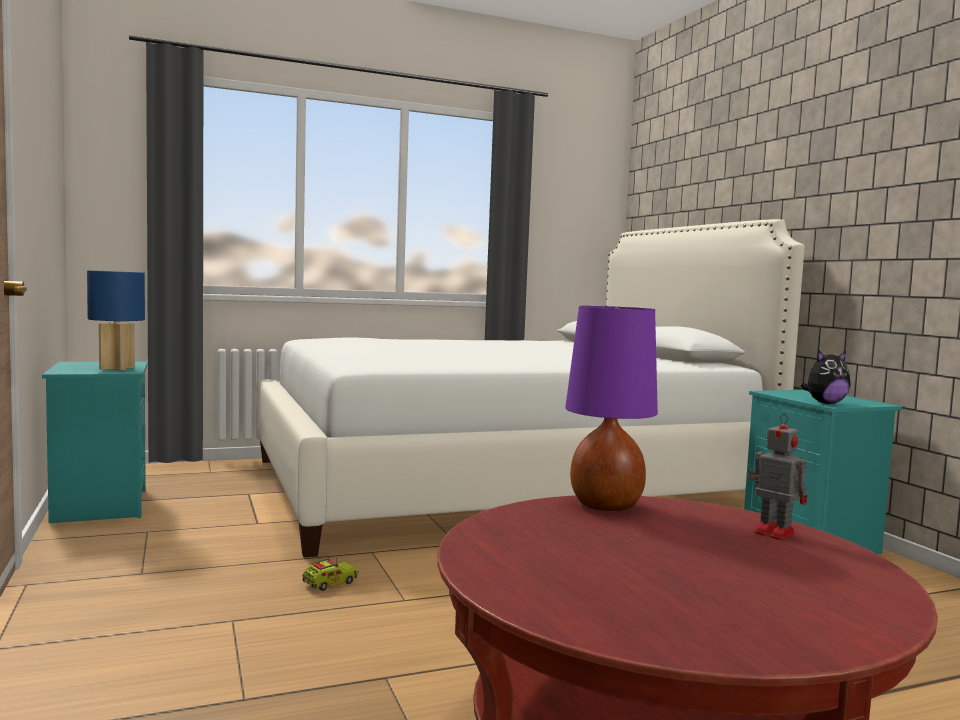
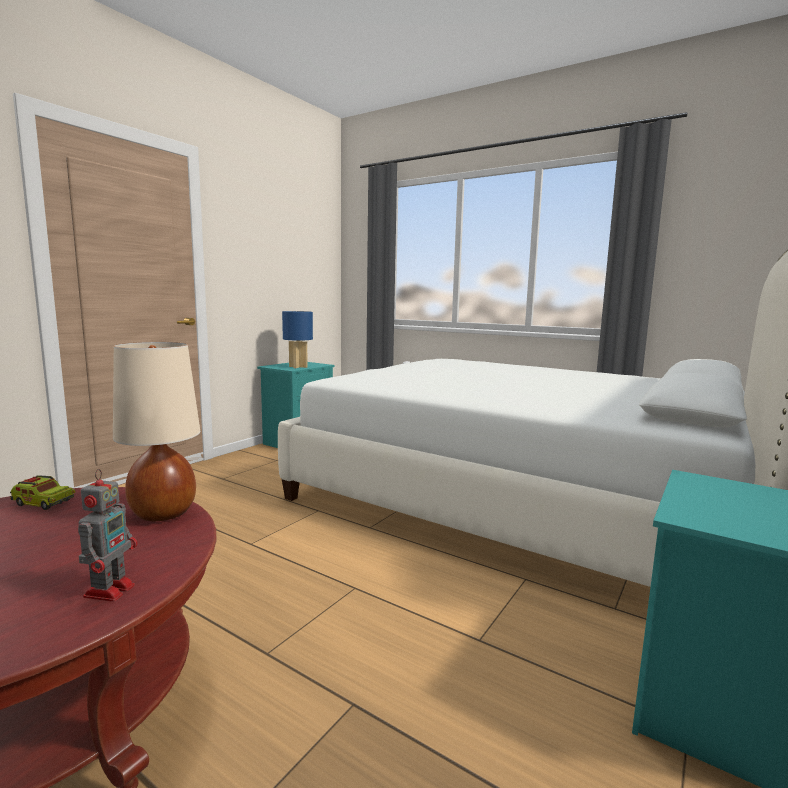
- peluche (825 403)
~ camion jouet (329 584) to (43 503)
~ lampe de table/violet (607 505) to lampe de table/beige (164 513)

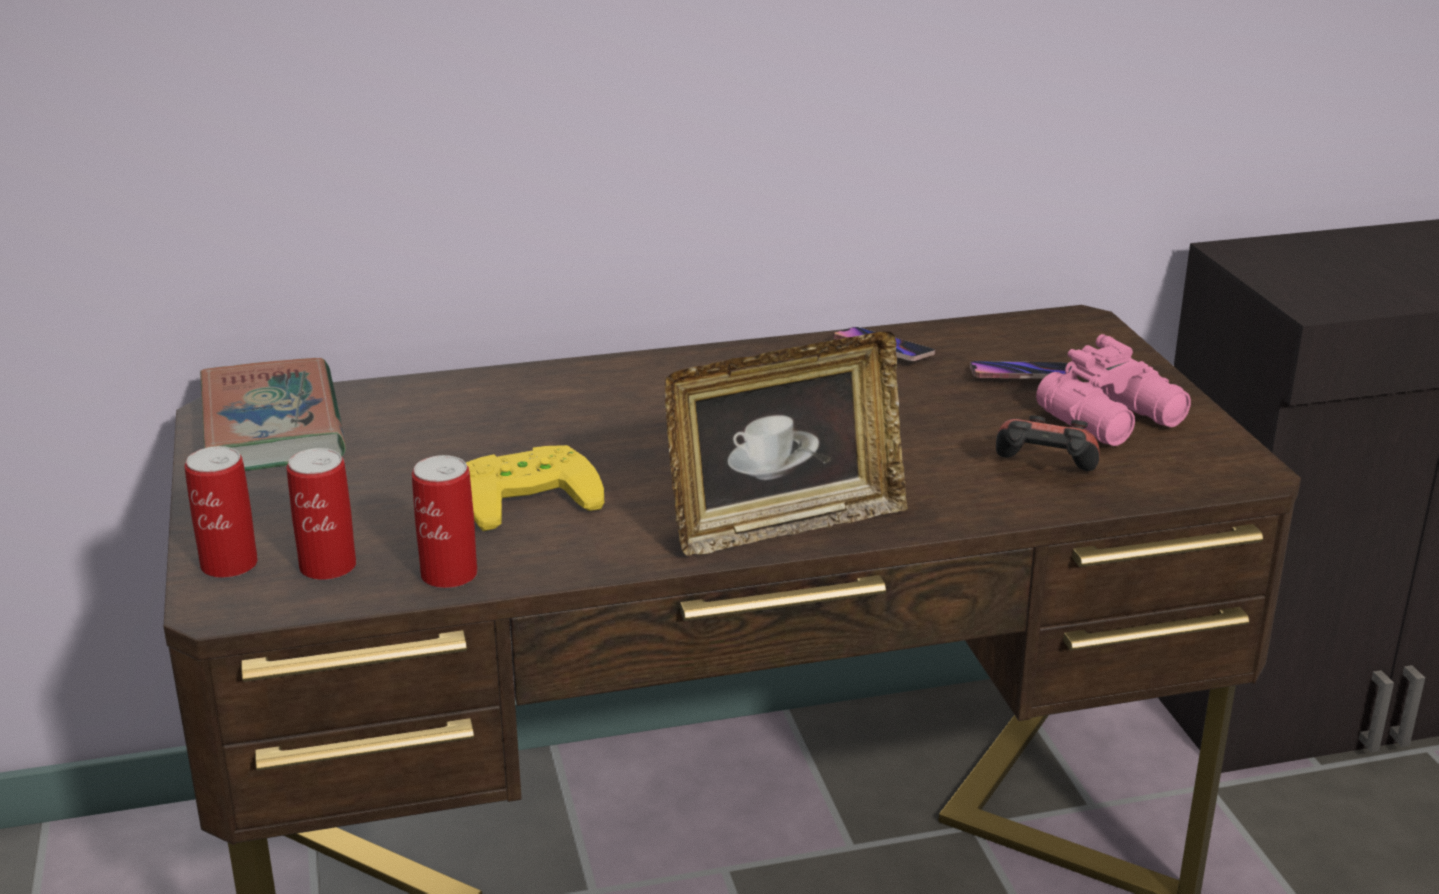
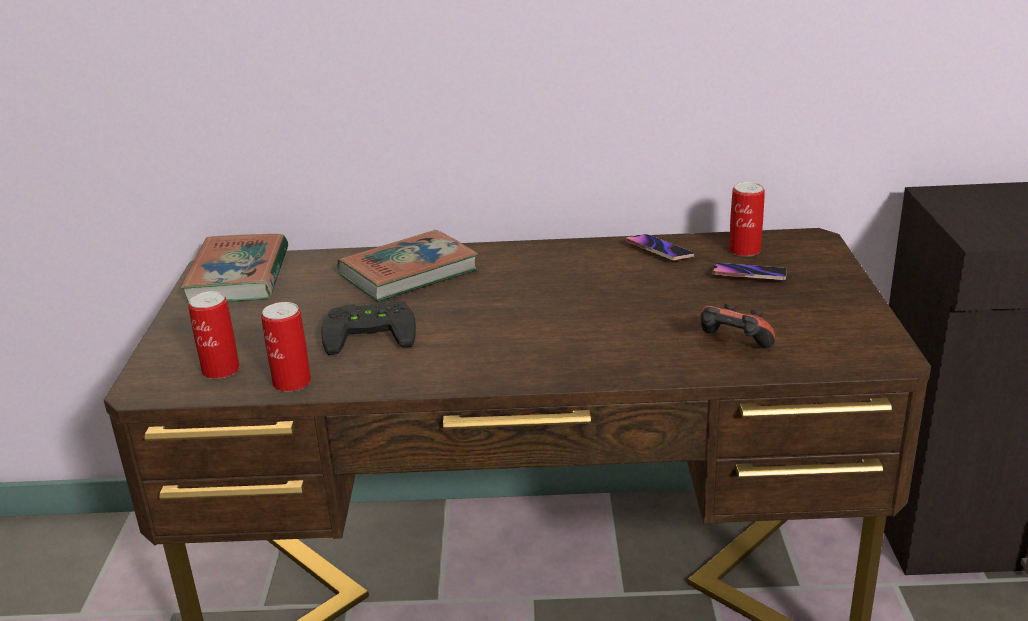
- cadre photo (784 523)
- jumelles/rose (1115 419)
+ livre (408 273)
~ boîte métallique (229 565) to (744 250)
~ manette/jaune (527 493) to manette/noir (371 332)

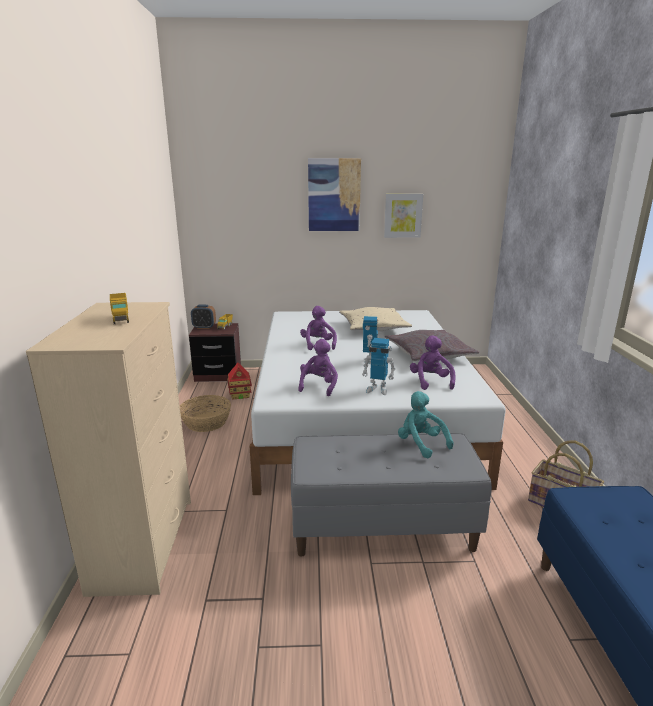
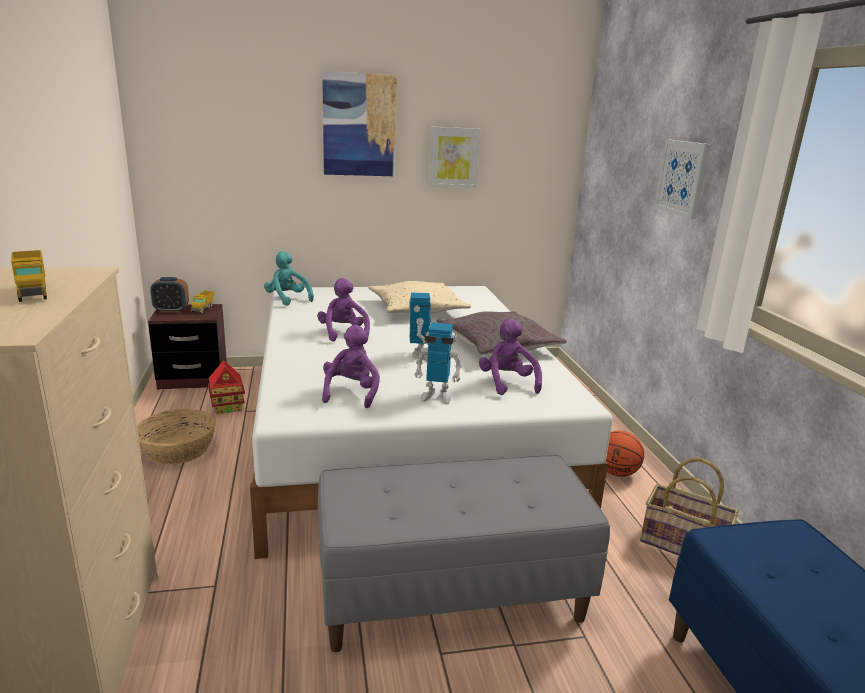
+ ballon de basket (617 472)
+ tableau (682 178)
~ peluche/turquoise (421 444) to (287 299)

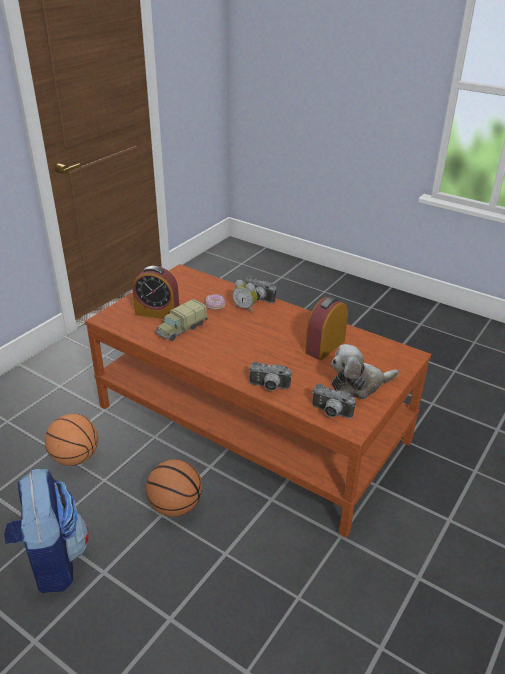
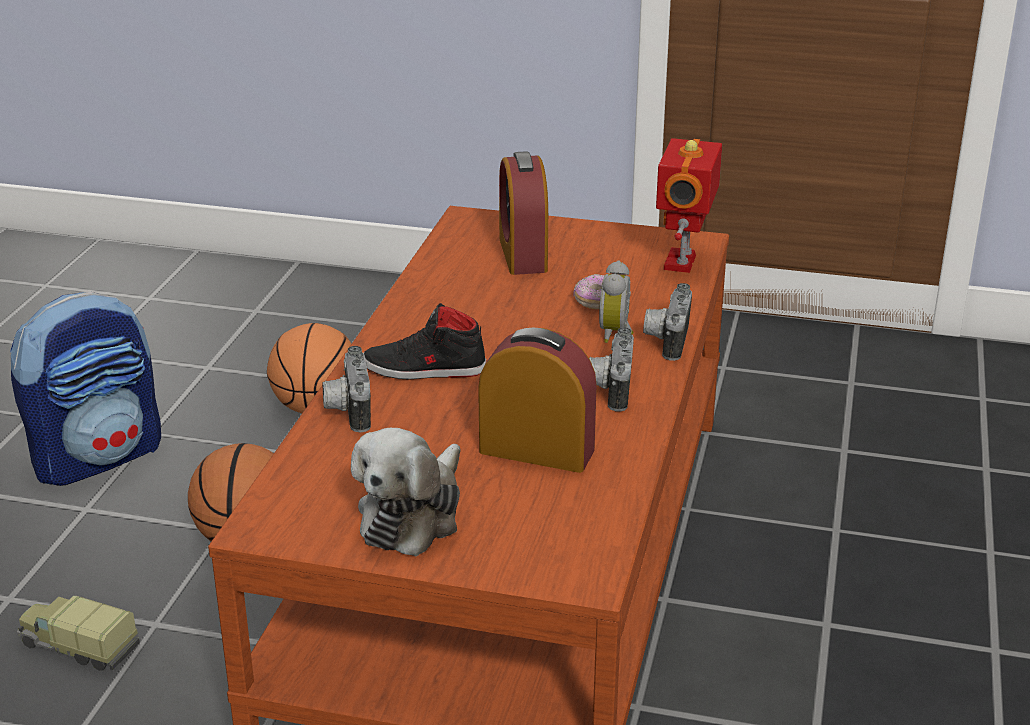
+ chaussure/noir (424 369)
+ robot jouet (683 263)
~ camion jouet (181 329) to (78 647)
~ appareil photo (330 413) to (608 389)
~ peluche (358 385) = (413 515) 120 degrees counterclockwise

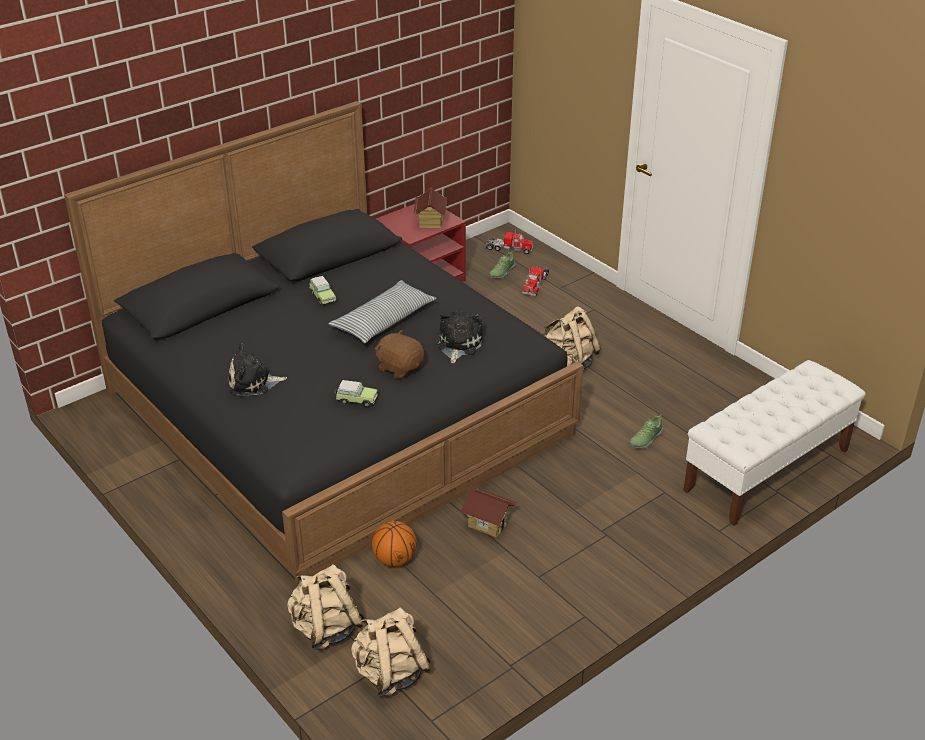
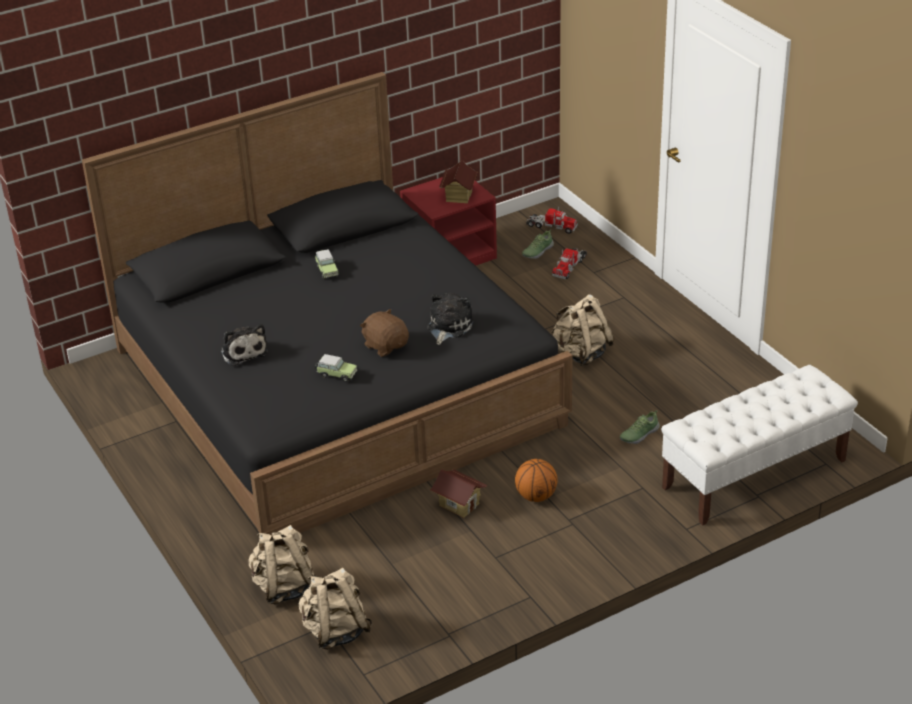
- coussin (384 321)
~ ballon de basket (395 560) to (536 496)
~ peluche (253 383) = (243 351) 120 degrees counterclockwise

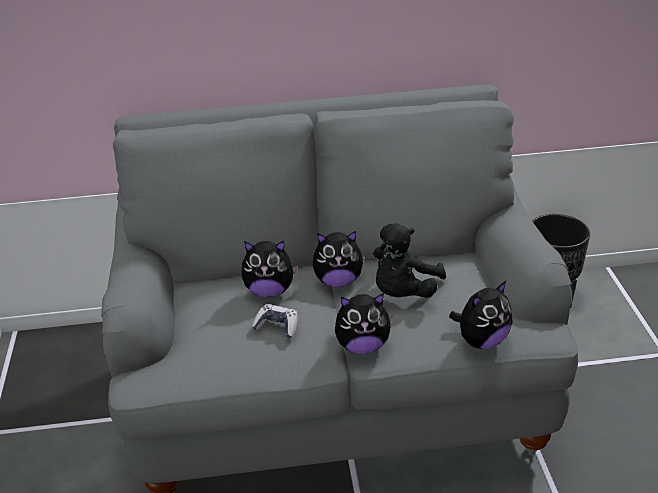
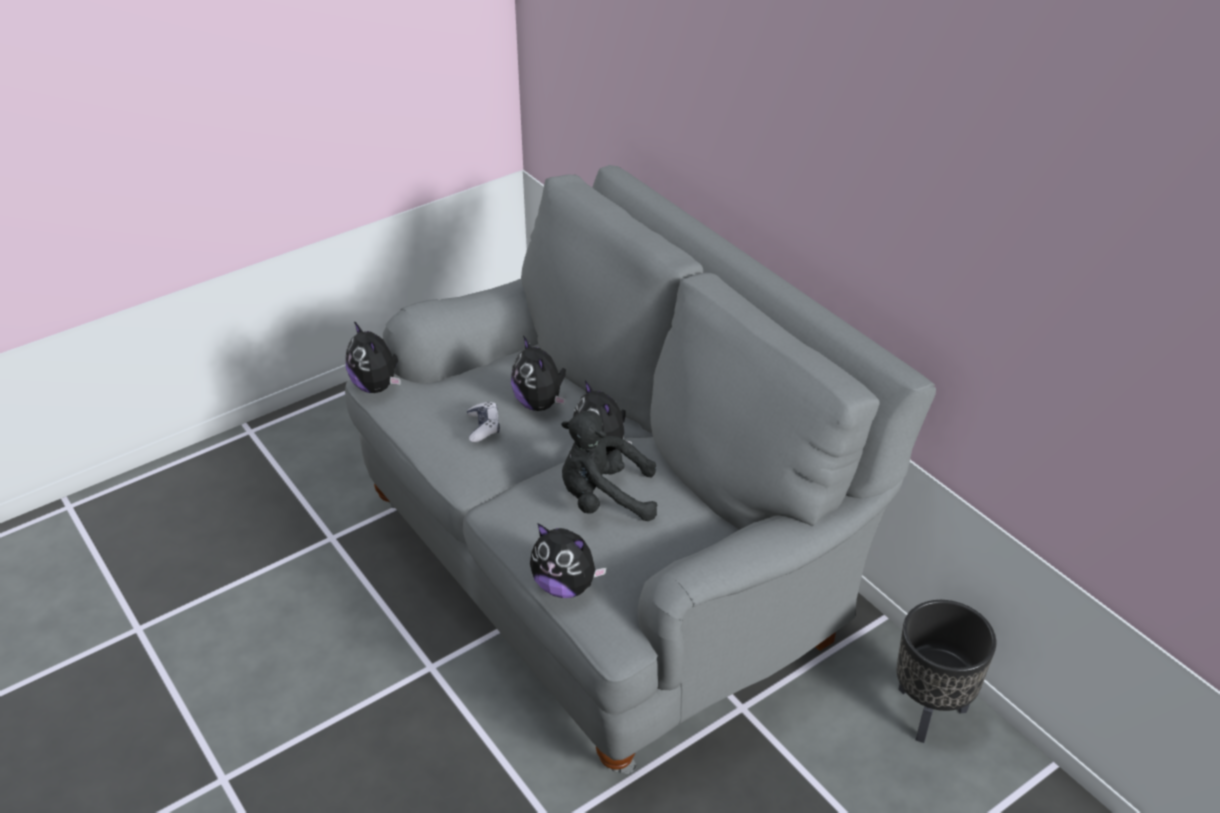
~ peluche (362 346) to (377 386)

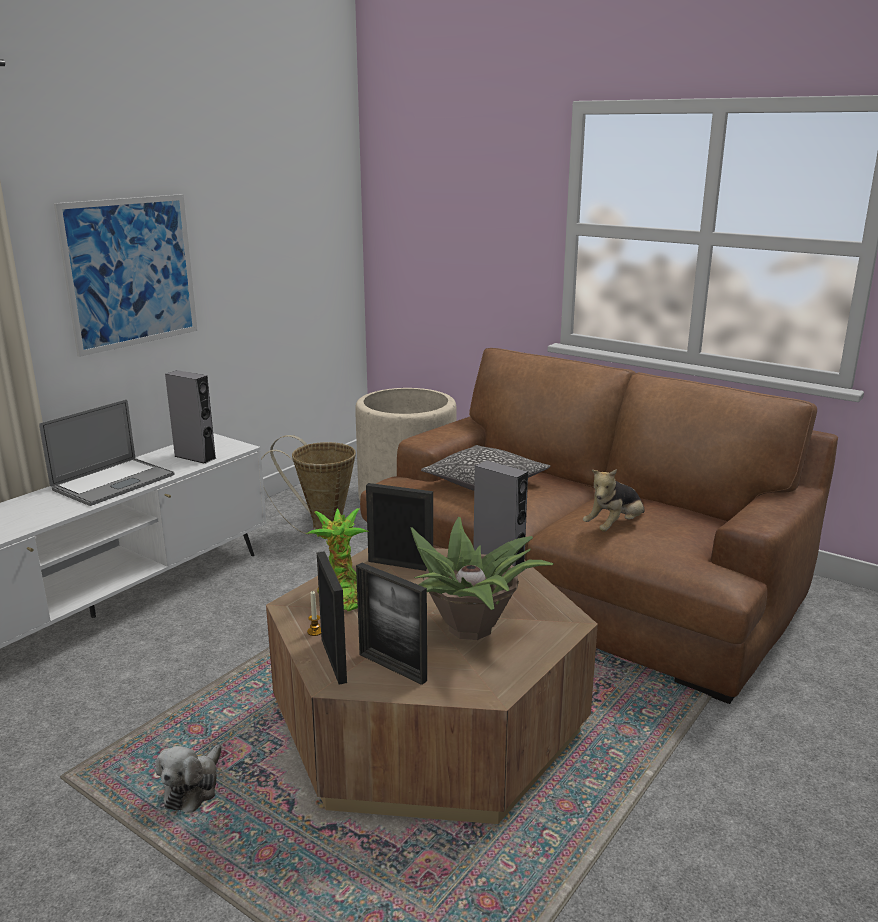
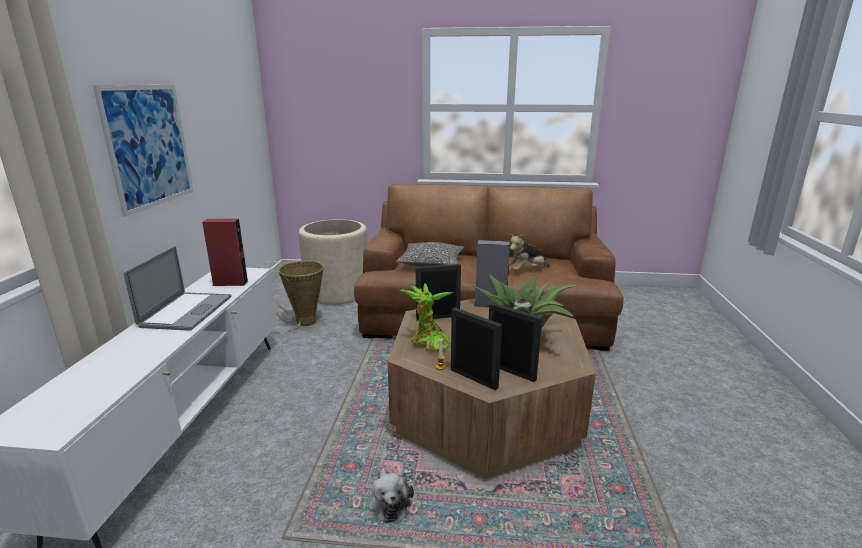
~ enceinte/gris (195 457) to enceinte/rouge (230 283)
~ cadre photo (392 667) = (510 371) 150 degrees counterclockwise
~ peluche (615 527) = (526 271) 45 degrees clockwise

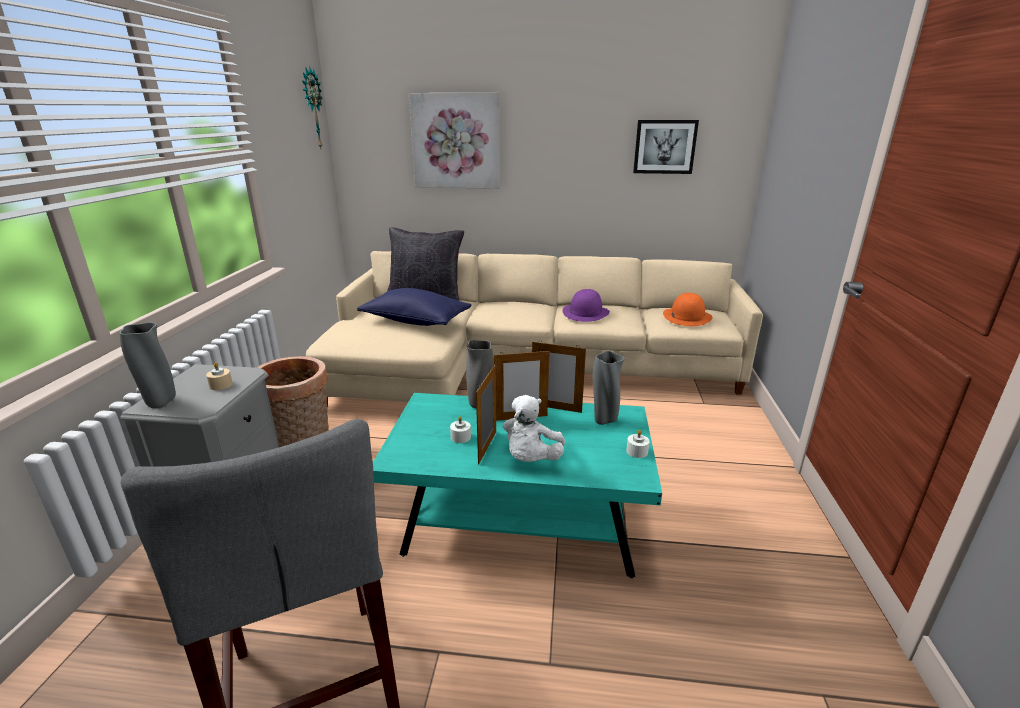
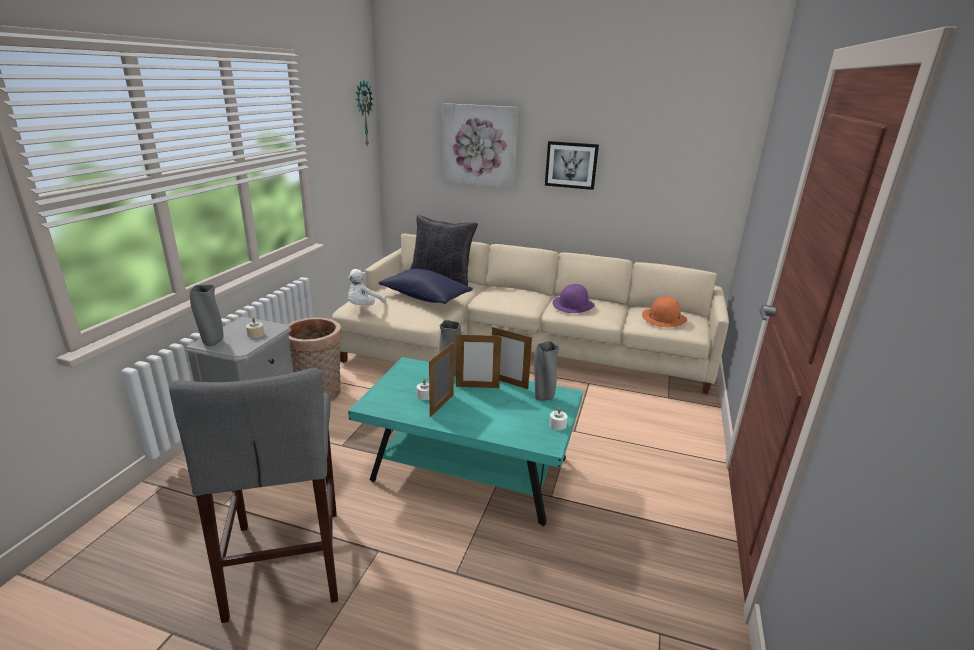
~ peluche/blanc (531 459) to (364 307)
~ tableau (664 147) to (571 165)

